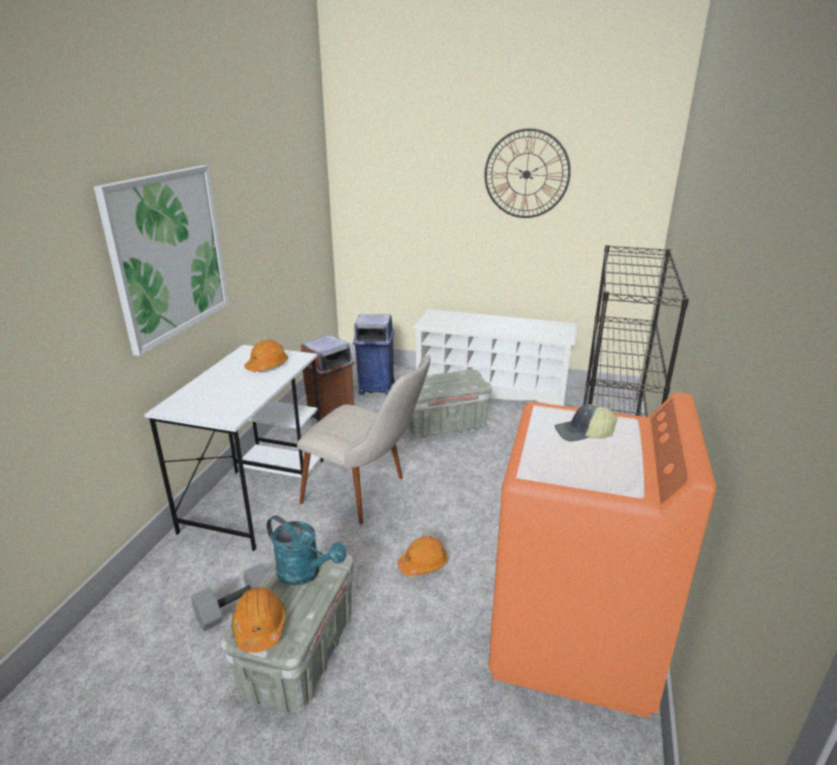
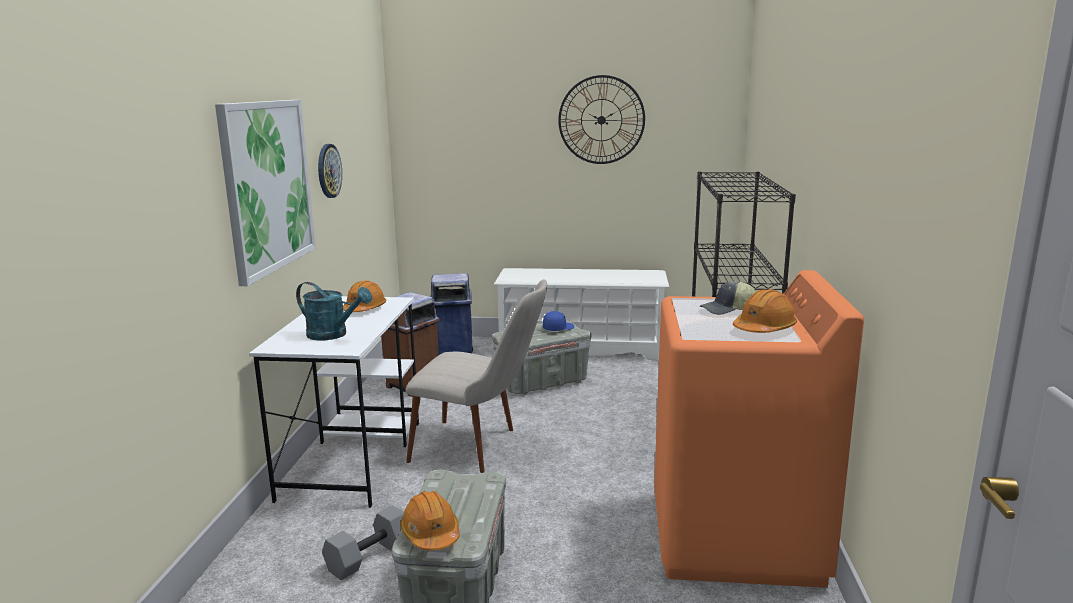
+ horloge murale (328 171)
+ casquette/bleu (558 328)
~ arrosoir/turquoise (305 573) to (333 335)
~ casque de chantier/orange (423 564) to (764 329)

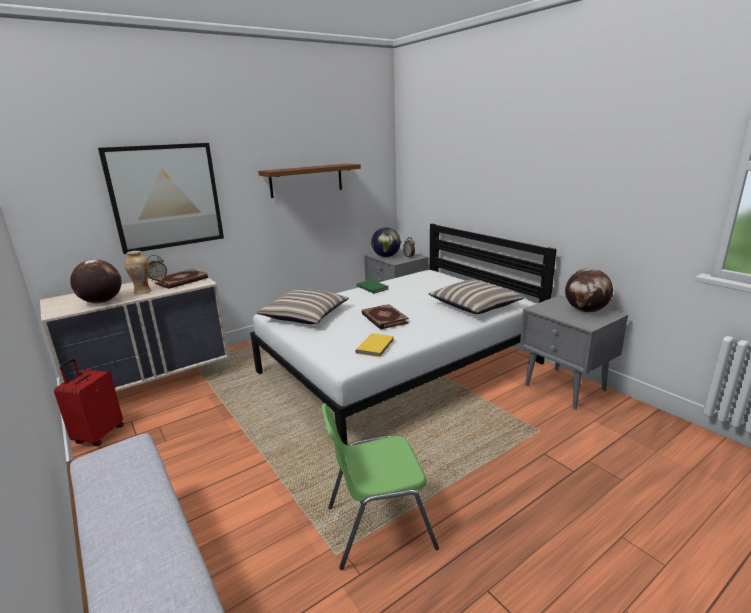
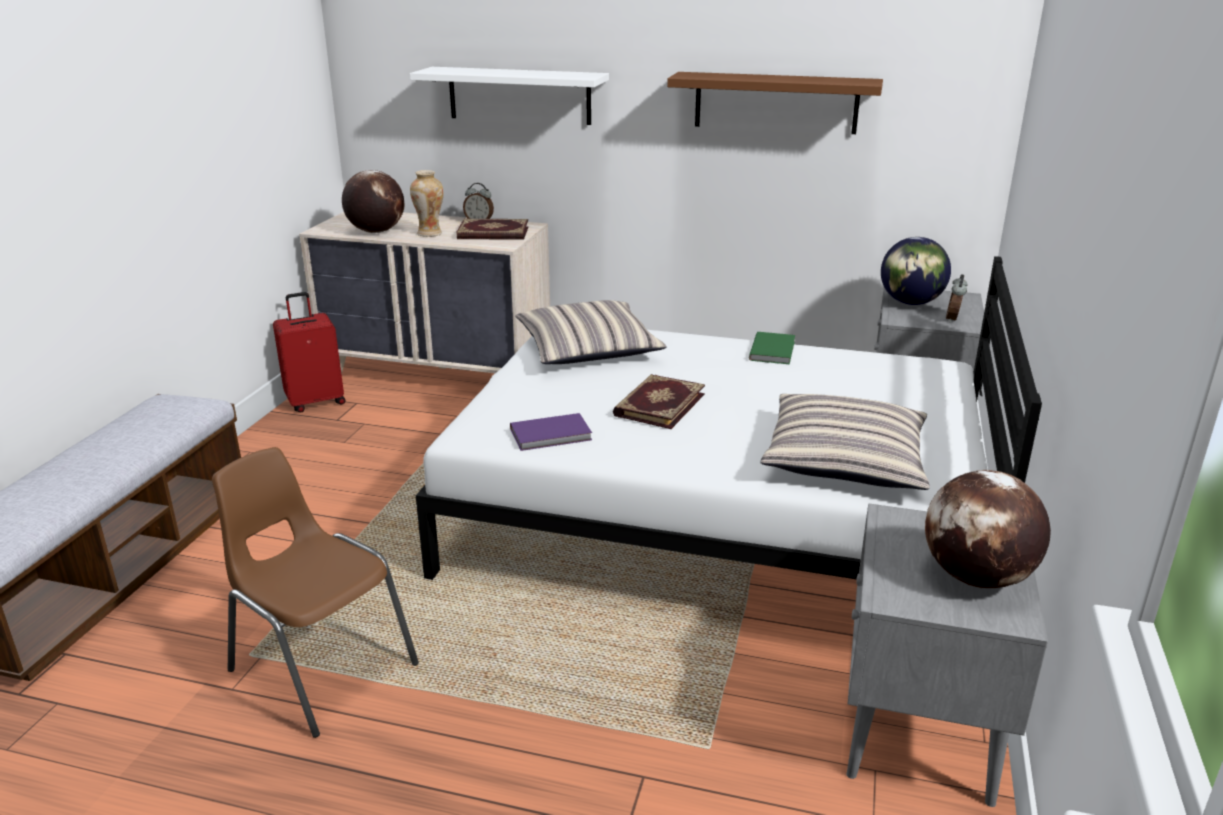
~ tableau (166 197) to étagère/blanc (519 95)
~ chaise/vert (378 526) to chaise/marron (321 666)
~ livre/jaune (376 346) to livre/violet (552 435)

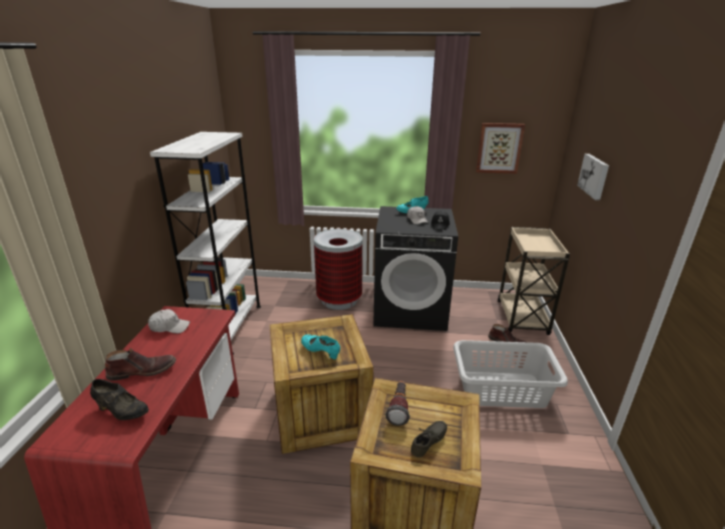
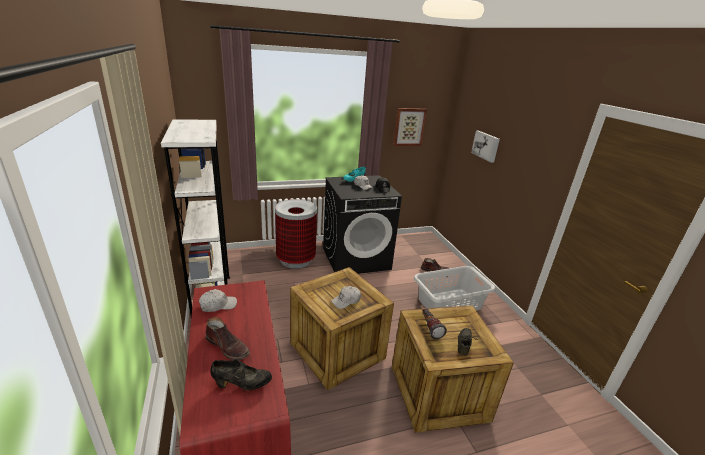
- chariot/beige (522 318)
~ chaussure/turquoise (321 352) to casquette/blanc (346 301)
~ botte/marron (143 370) = (228 346) 75 degrees clockwise

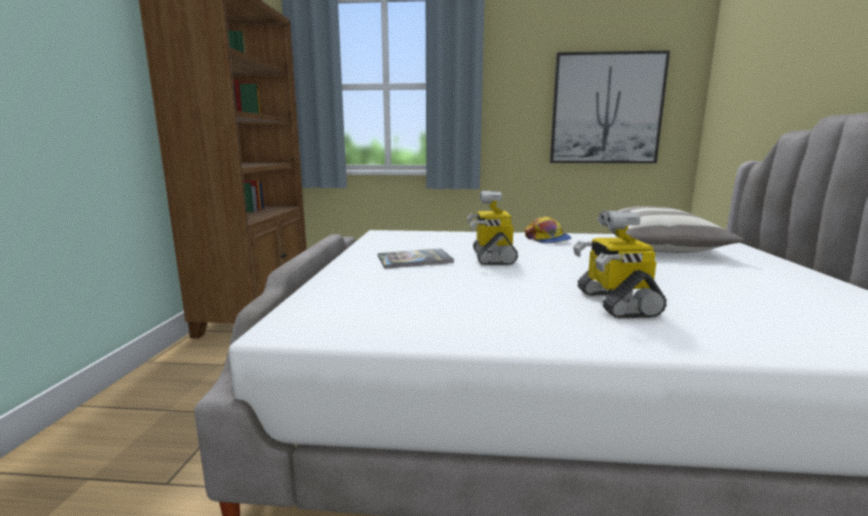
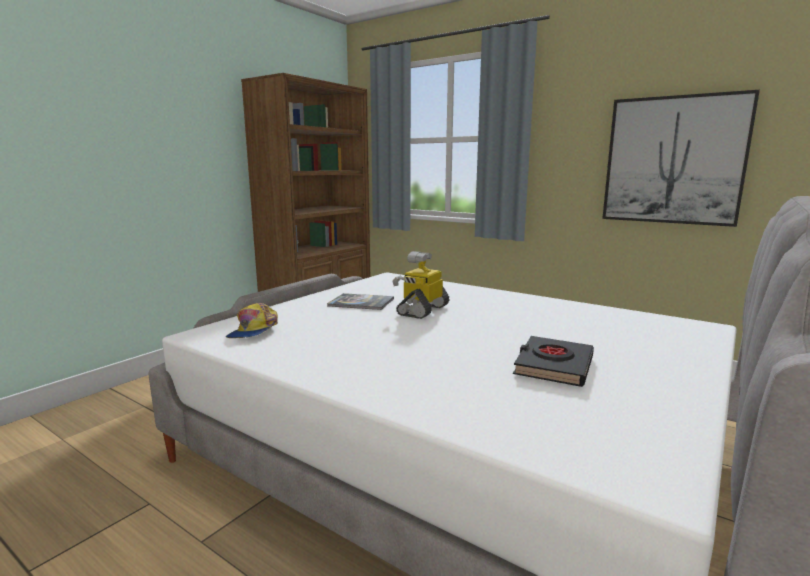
- robot jouet (614 303)
- coussin (658 247)
+ livre/noir (553 366)
~ casquette (547 239) to (253 331)

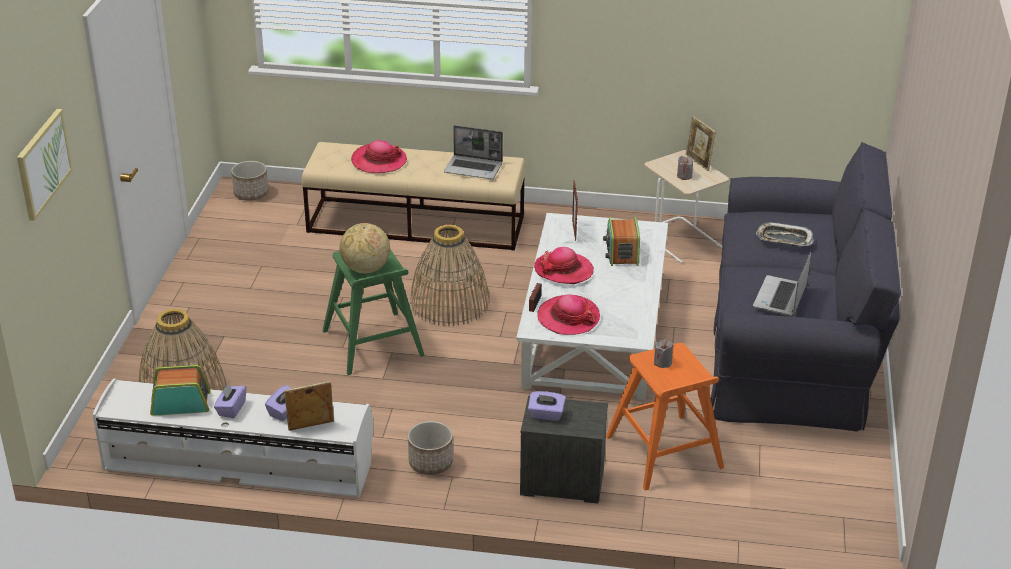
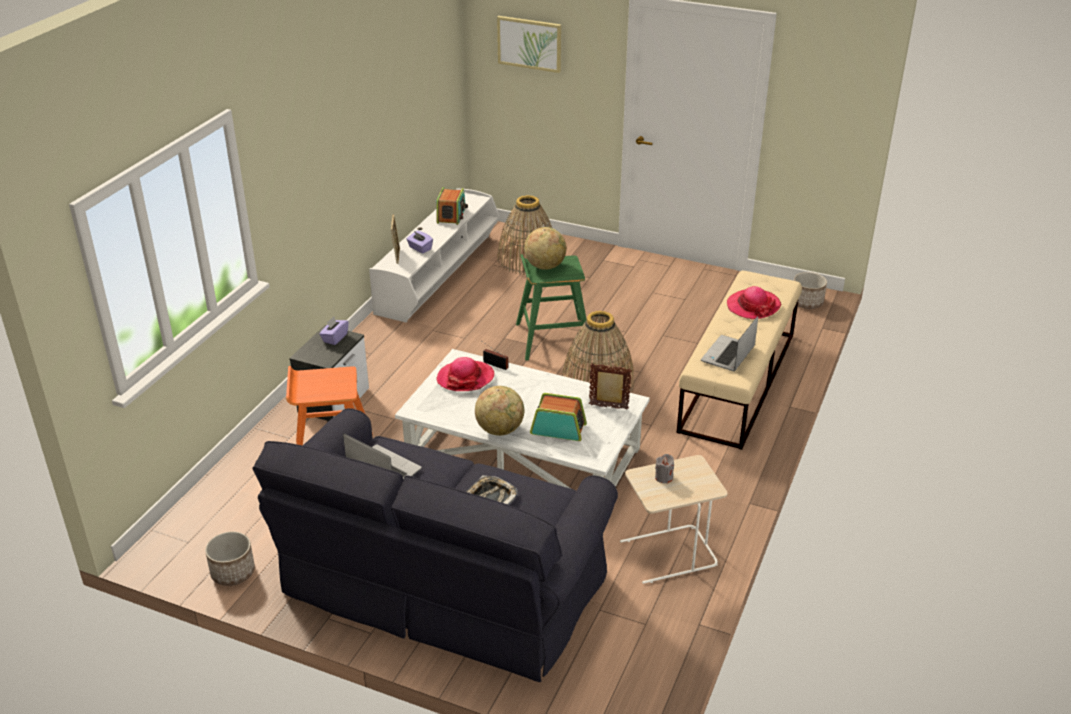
- boîte à mouchoirs/violet (231 409)
- chapeau (563 270)
- bougie/gris (662 362)
- cadre photo (698 162)
+ globe (500 429)
~ cache-pot (431 463) to (232 572)

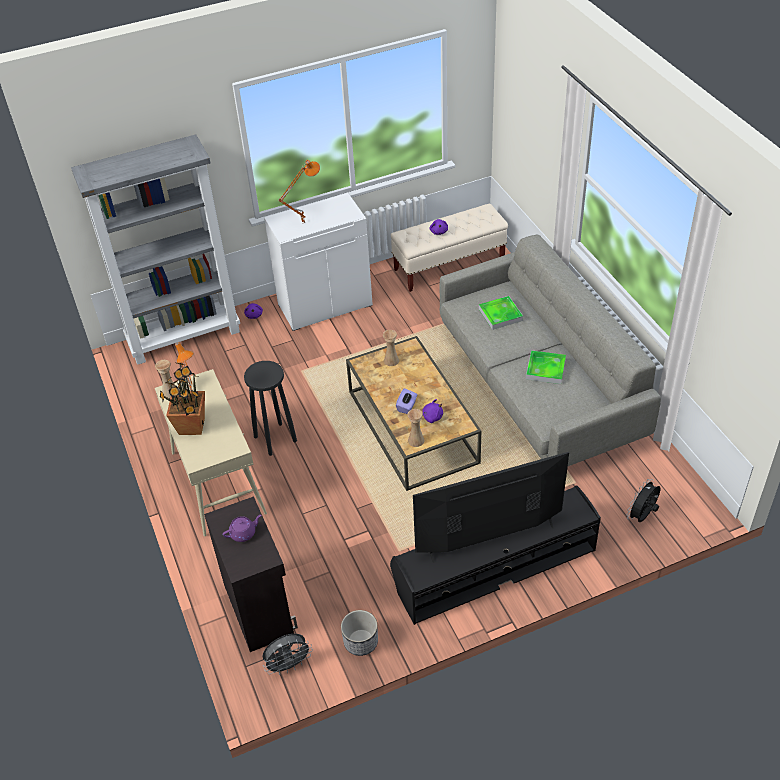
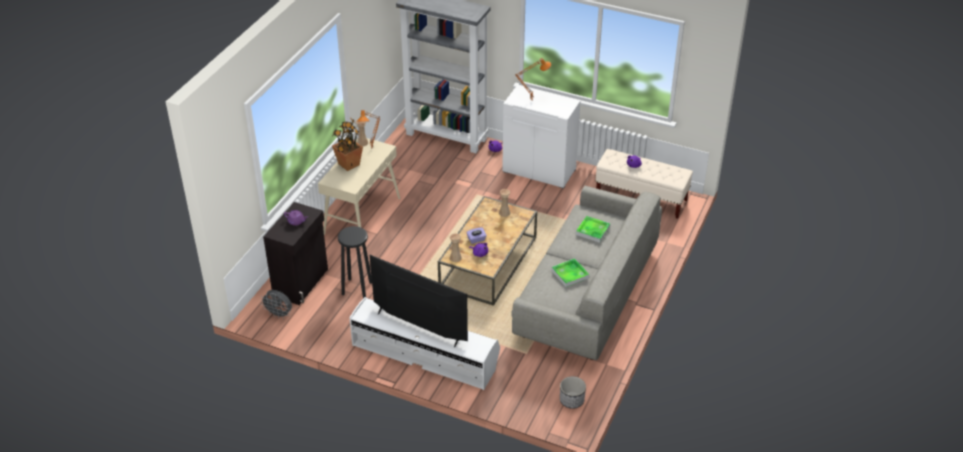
- ventilateur/noir (642 516)
~ tabouret/noir (275 438) to (357 288)
~ cache-pot (361 642) to (571 400)
~ meuble télé/noir (493 566) to meuble télé/blanc (425 354)

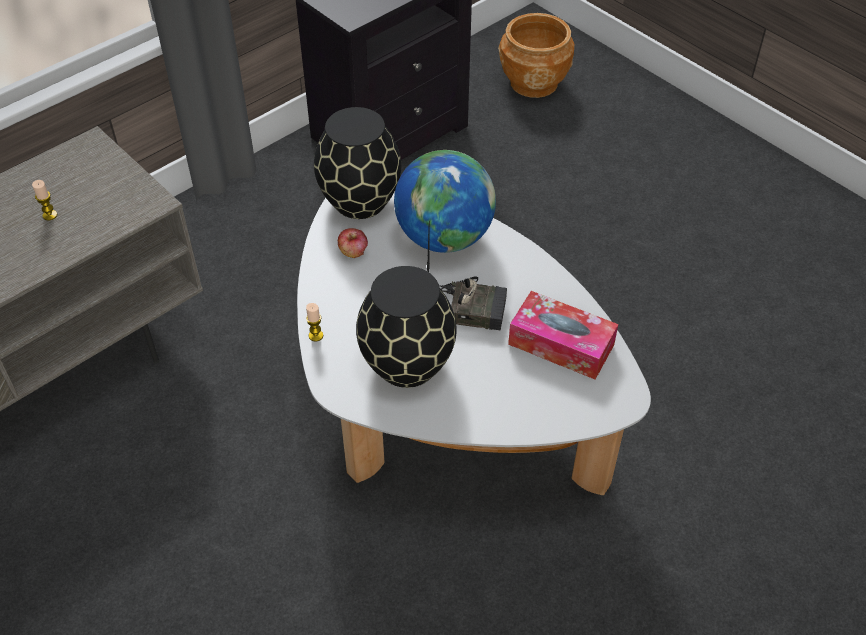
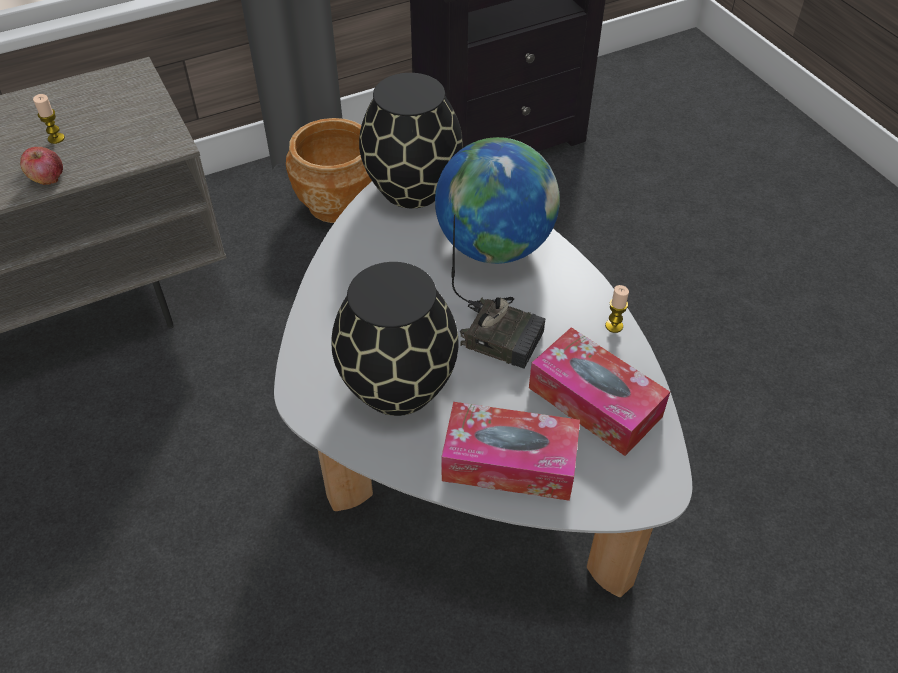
+ boîte à mouchoirs (509 462)
~ bougie (316 335) to (614 326)
~ pomme (353 252) to (47 178)
~ cache-pot/marron (533 82) to (337 202)

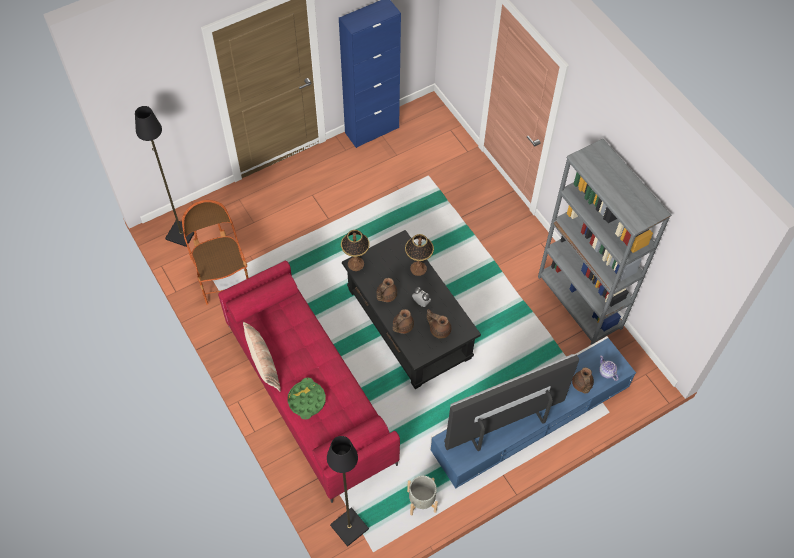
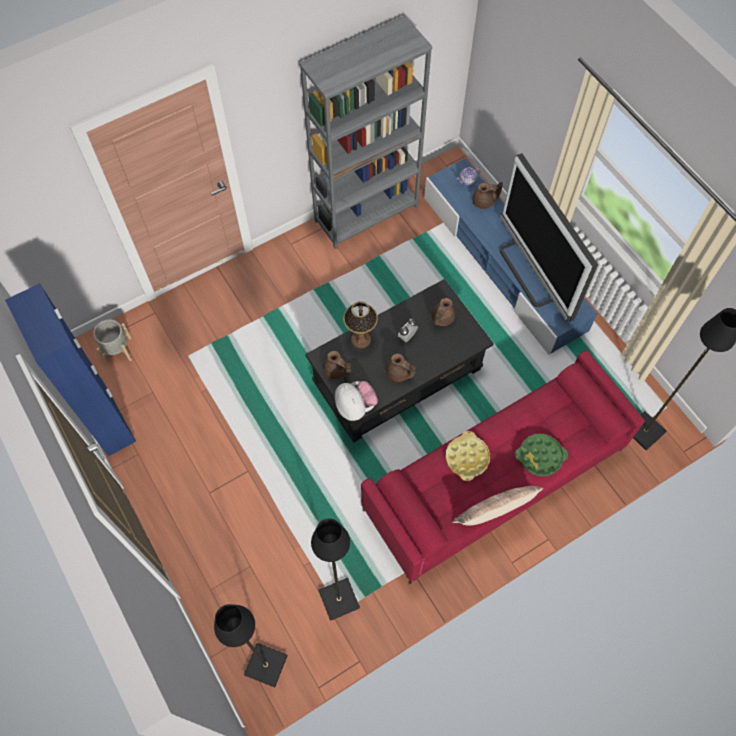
+ plateau/jaune (467 458)
~ théière/marron (402 326) to (336 371)
~ cache-pot/gris (421 501) to (118 350)
~ fauteuil (222 278) to lampadaire/noir (338 599)
~ lampe de table (356 264) to peluche (355 407)

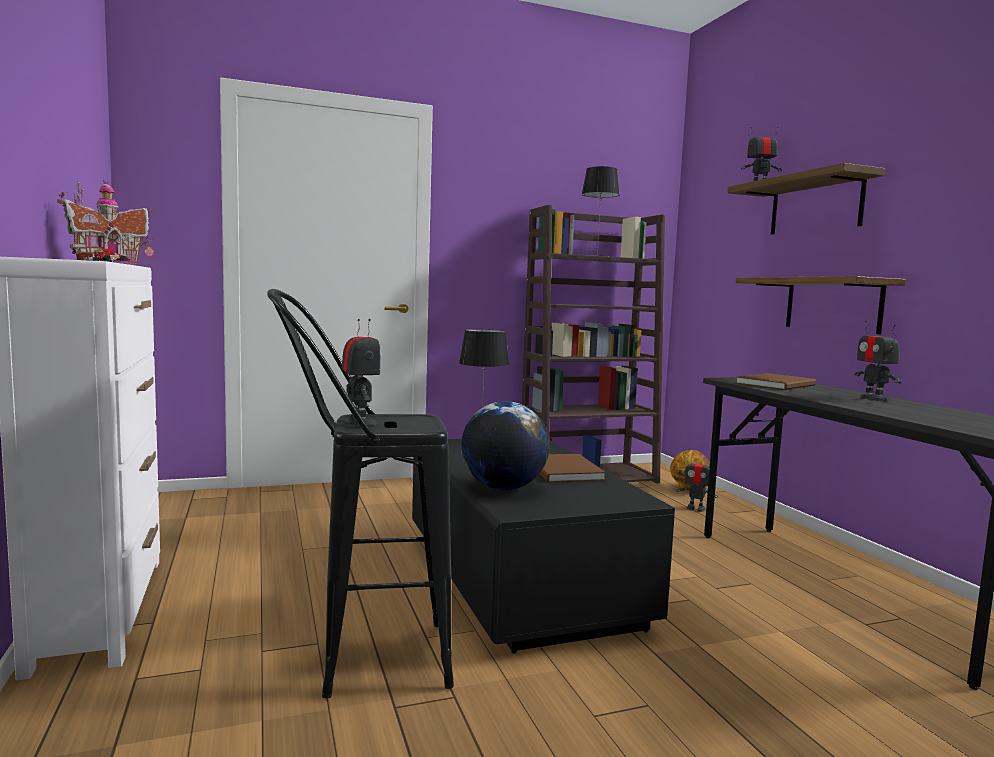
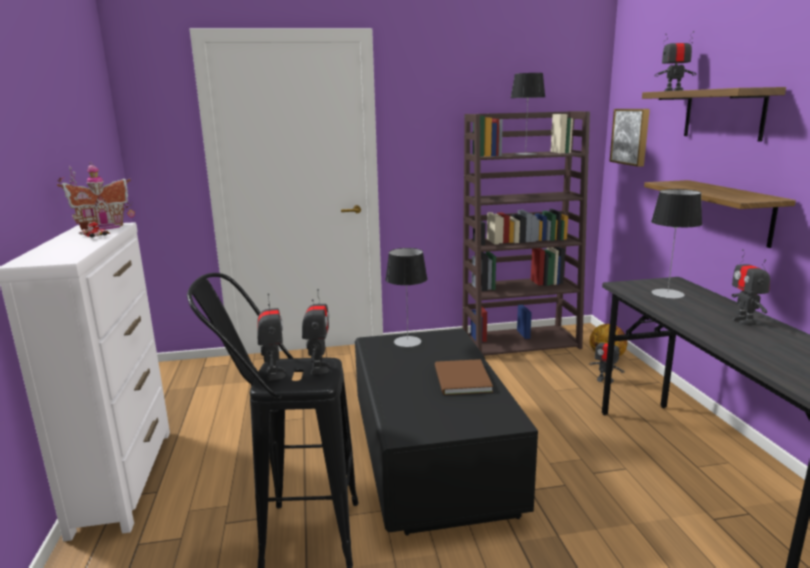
- globe (503 488)
+ robot jouet (319 368)
+ tableau (631 136)
~ livre/marron (778 384) to lampe de table (667 294)

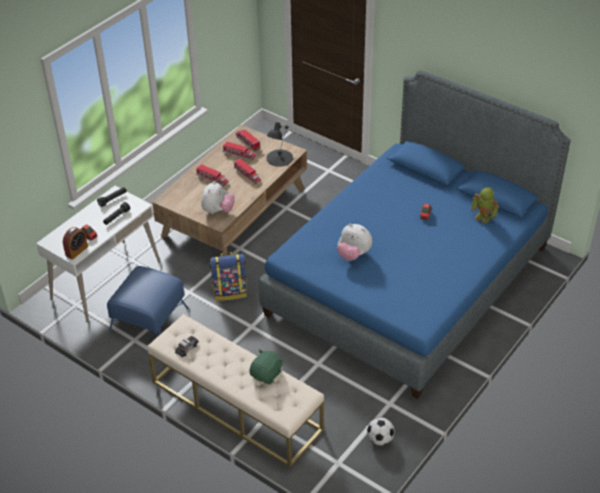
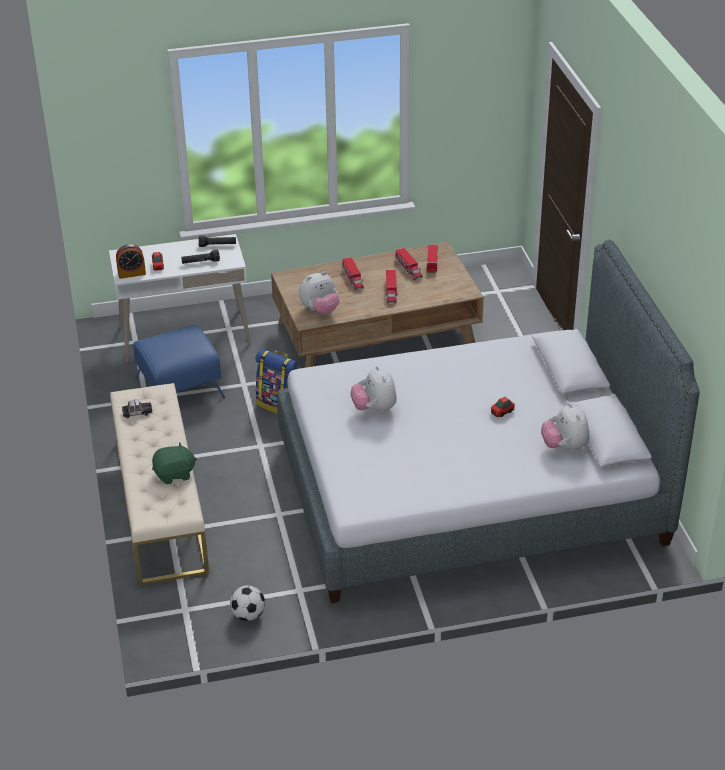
- lampe de table/noir (279 158)
~ robot jouet (483 216) to peluche (564 446)
~ lit/bleu (409 279) to lit/gris (470 491)

